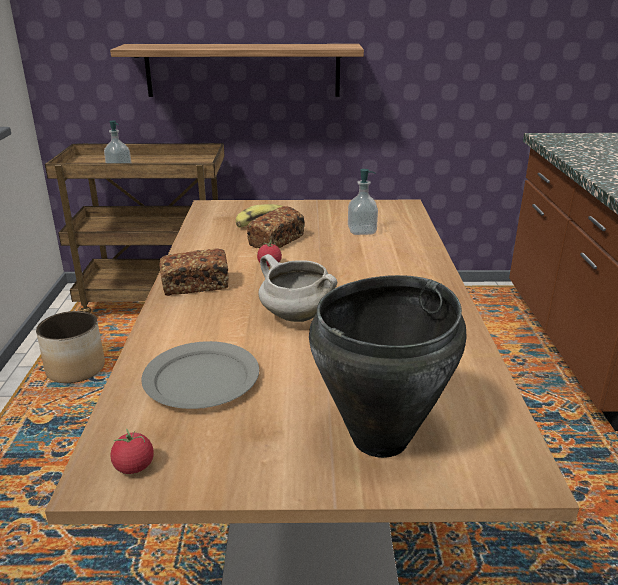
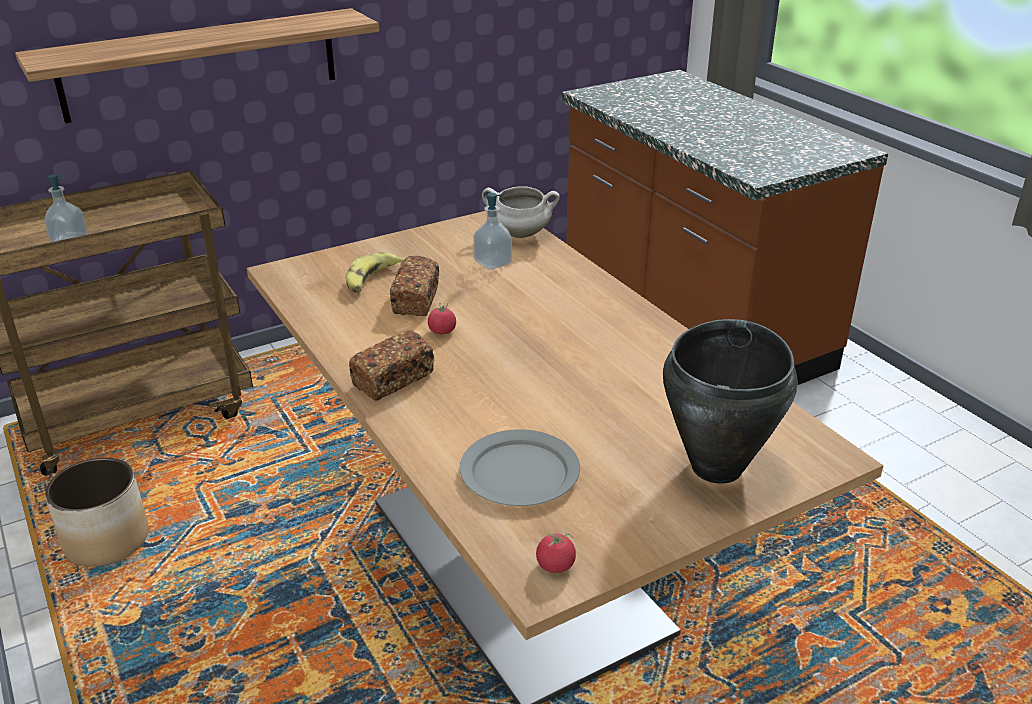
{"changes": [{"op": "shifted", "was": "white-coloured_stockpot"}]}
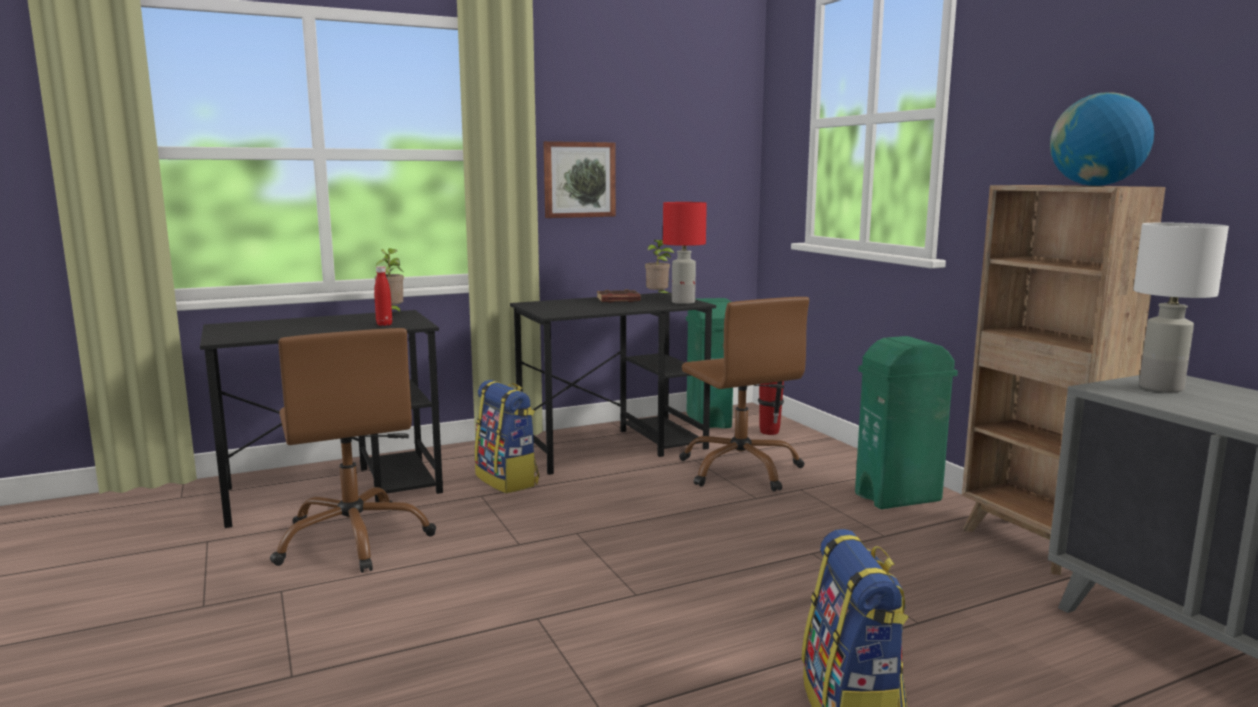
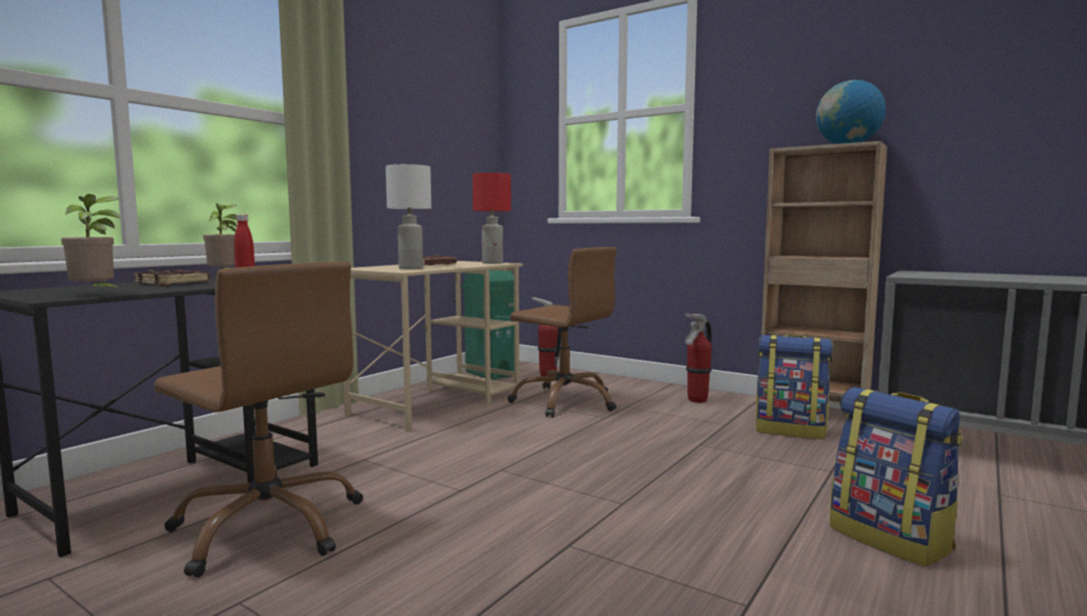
{"changes": [{"op": "gone", "was": "wall_picture"}, {"op": "shifted", "was": "white-coloured_table_lamp"}, {"op": "shifted", "was": "plant_in_a_pot (no. 2 from left in the first image)", "now": "plant_in_a_pot (no. 1 from left)"}, {"op": "repainted", "was": "black-coloured_desk (no. 2 from left)", "now": "beige-coloured_desk"}, {"op": "swapped", "was": "green-coloured_trash_can (no. 2 from left)", "now": "extinguisher (no. 2 from left)"}, {"op": "shifted", "was": "backpack (no. 1 from left)"}, {"op": "new", "now": "brownish_bound_book (no. 1 from left)"}]}
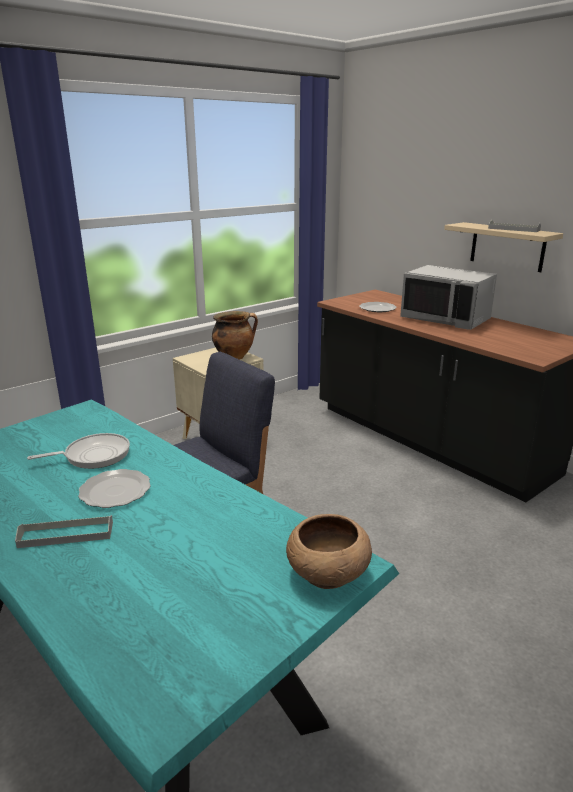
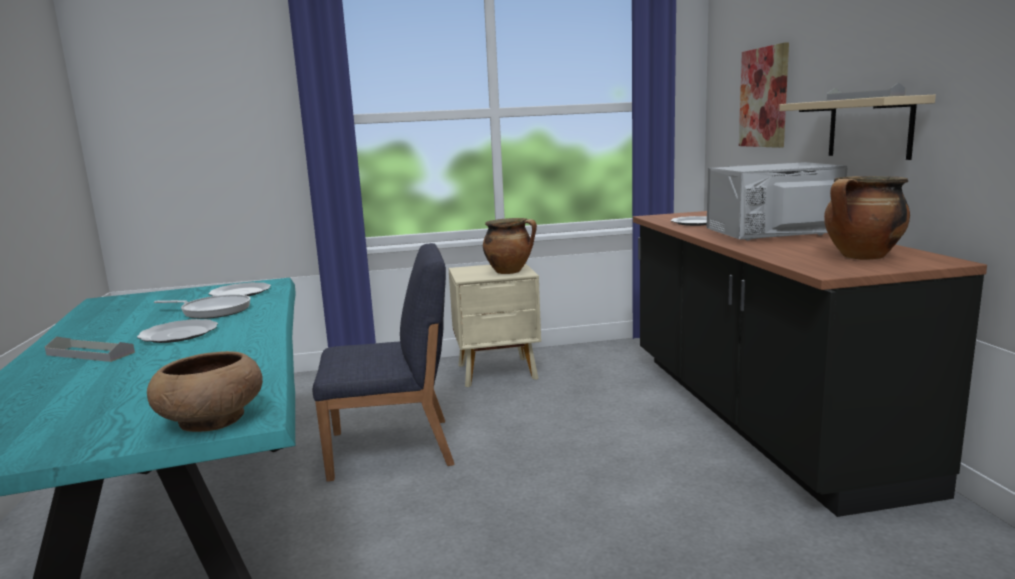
{"changes": [{"op": "rotated", "was": "gray_microwave", "clockwise": 105}, {"op": "new", "now": "wall_picture"}, {"op": "new", "now": "stockpot (no. 2 from left)"}, {"op": "new", "now": "flat_dish (no. 2 from left)"}]}
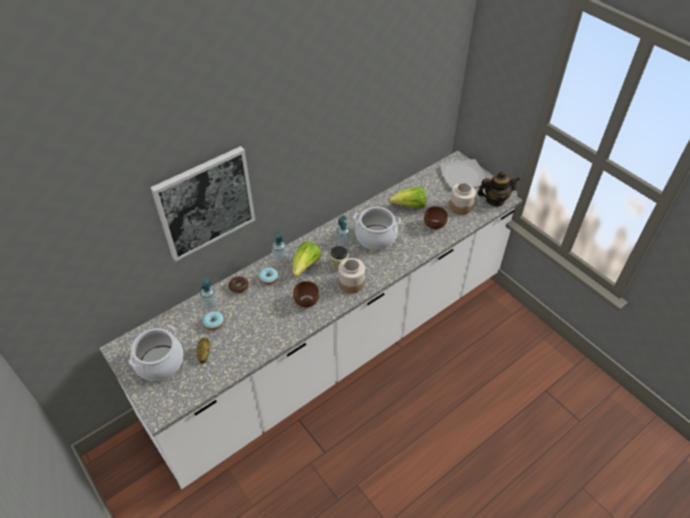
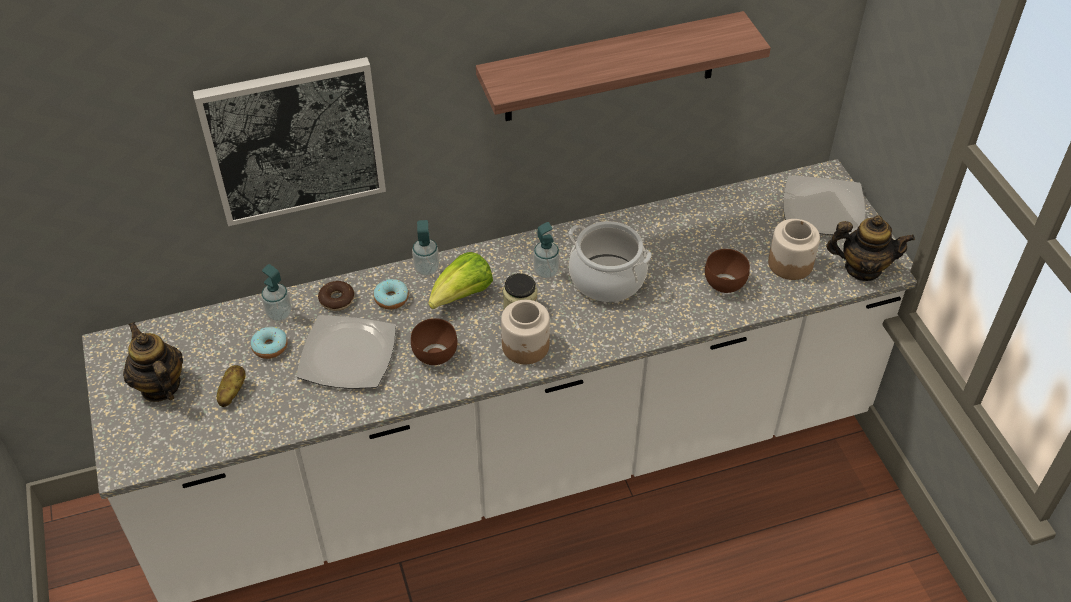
{"changes": [{"op": "gone", "was": "lettuce_head (no. 2 from left)"}, {"op": "swapped", "was": "stockpot (no. 1 from left)", "now": "tea_pot (no. 1 from left)"}, {"op": "new", "now": "shelf"}, {"op": "new", "now": "flat_dish (no. 1 from left)"}]}
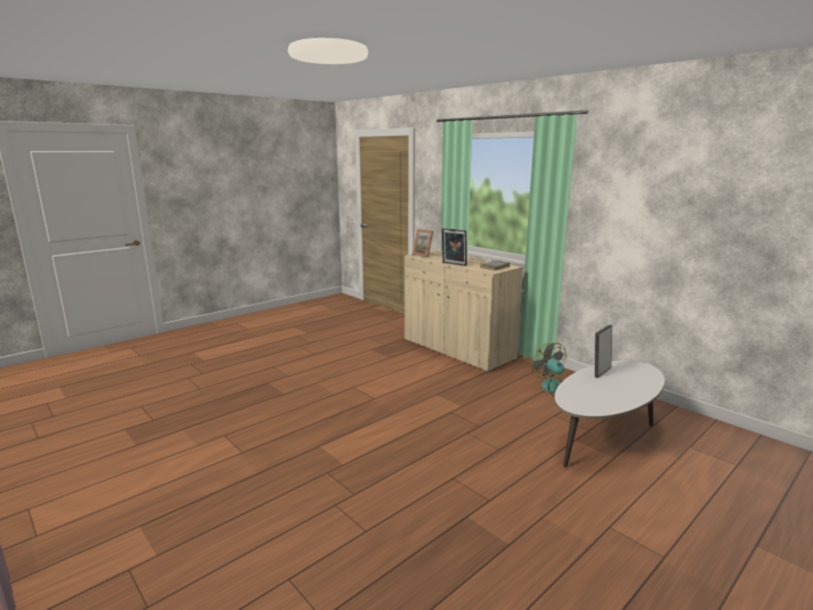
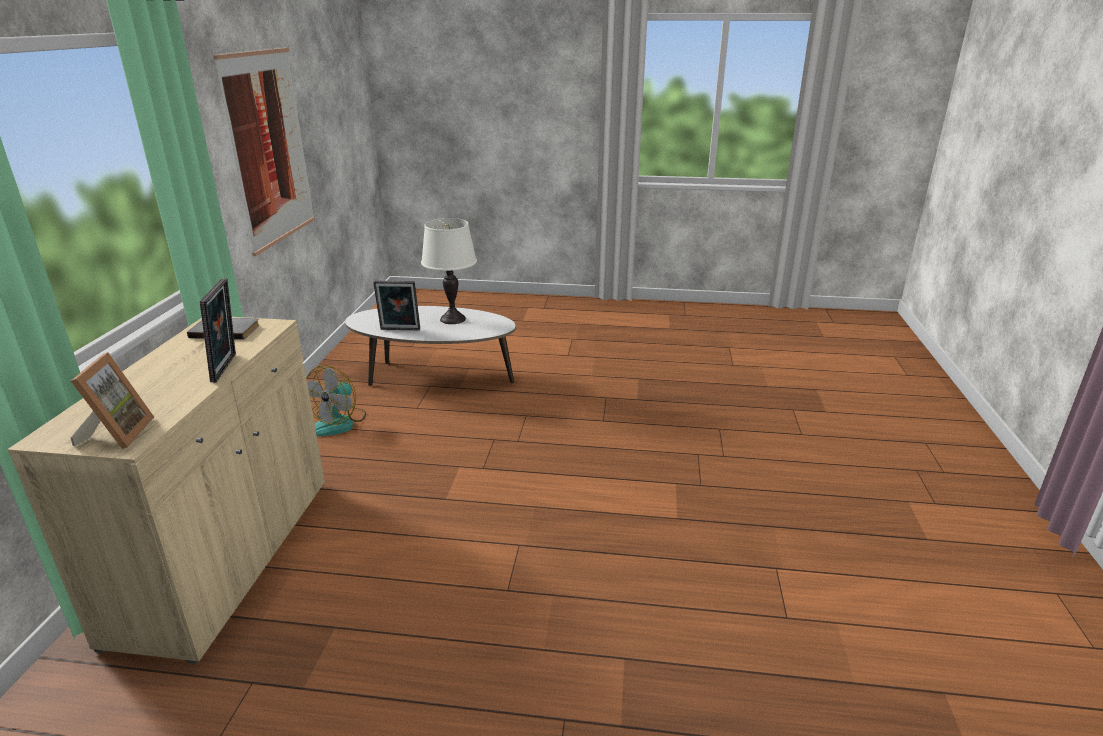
{"changes": [{"op": "new", "now": "wall_picture"}, {"op": "new", "now": "white-coloured_table_lamp"}]}
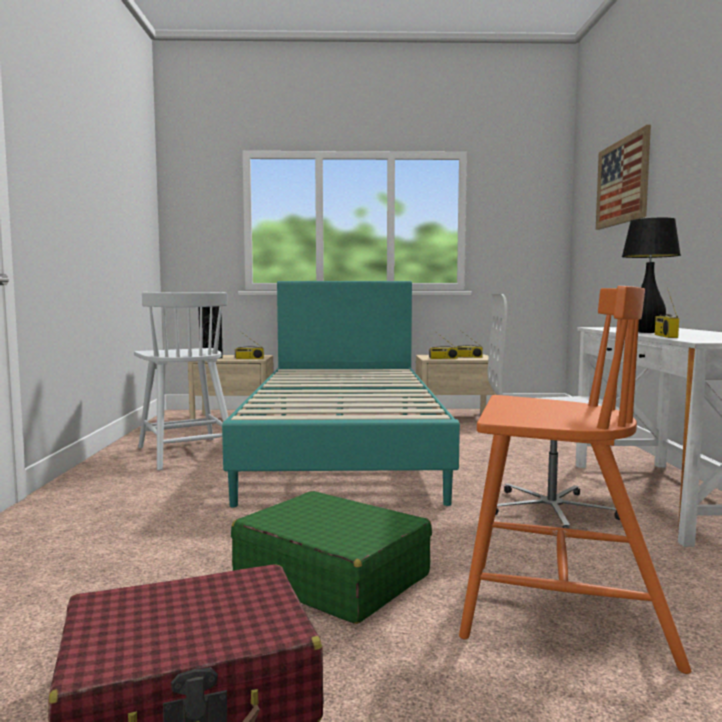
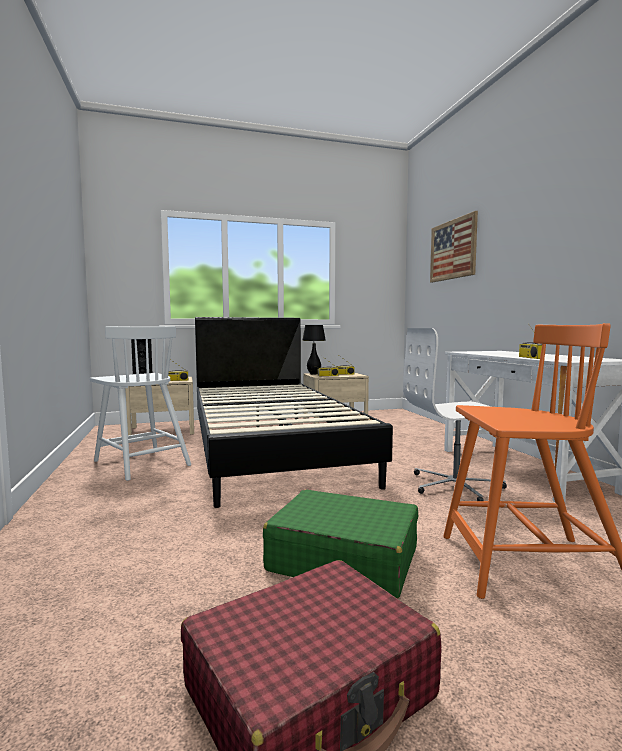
{"changes": [{"op": "shifted", "was": "black-coloured_table_lamp"}, {"op": "repainted", "was": "turquoise-coloured_bedroom_bed", "now": "black-coloured_bedroom_bed"}]}
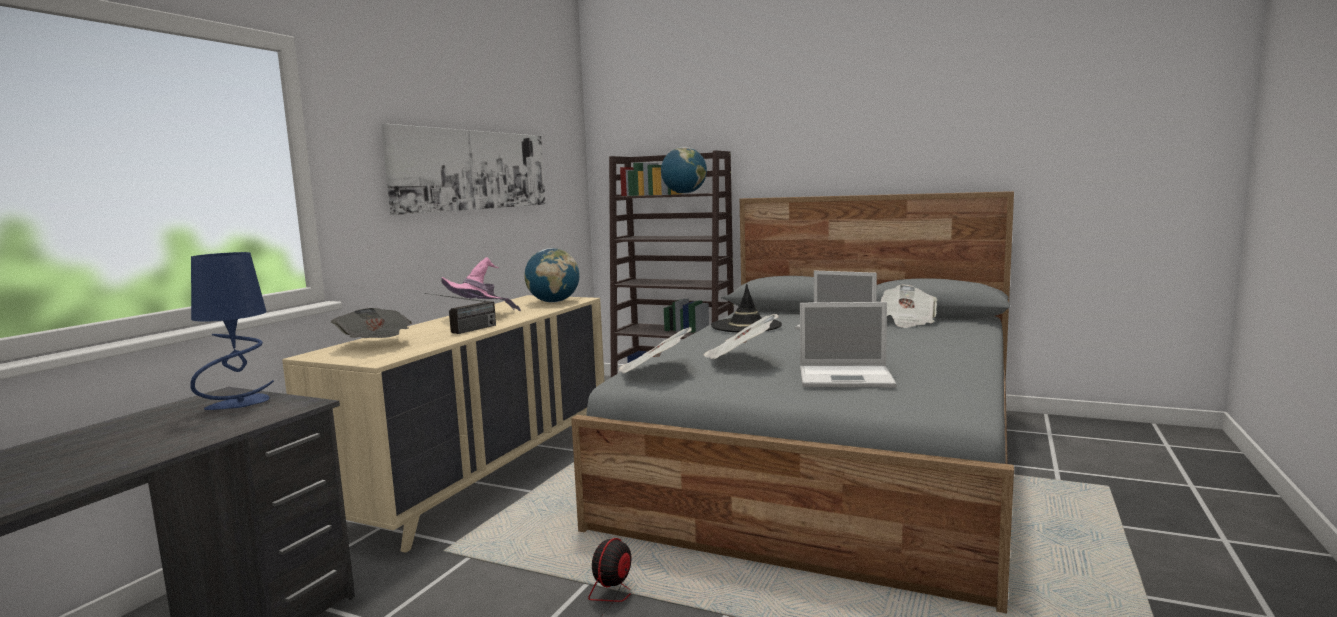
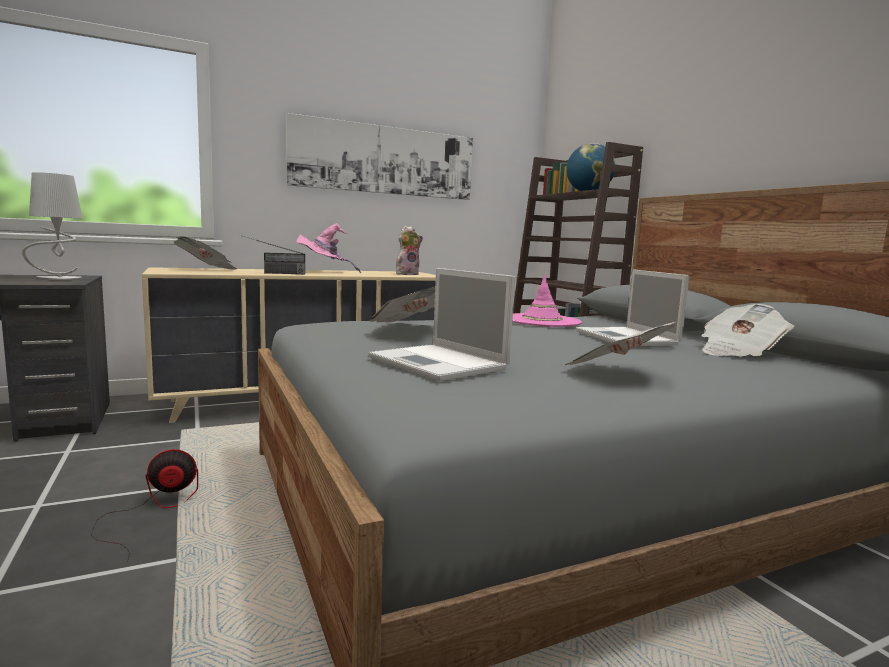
{"changes": [{"op": "swapped", "was": "globe (no. 1 from left)", "now": "soft_toy"}, {"op": "repainted", "was": "bluish_table_lamp", "now": "gray_table_lamp"}, {"op": "repainted", "was": "black-coloured_clothing_hat", "now": "pinkish_clothing_hat (no. 2 from left)"}, {"op": "shifted", "was": "daily_paper (no. 2 from left in the first image)", "now": "daily_paper (no. 3 from left)"}]}
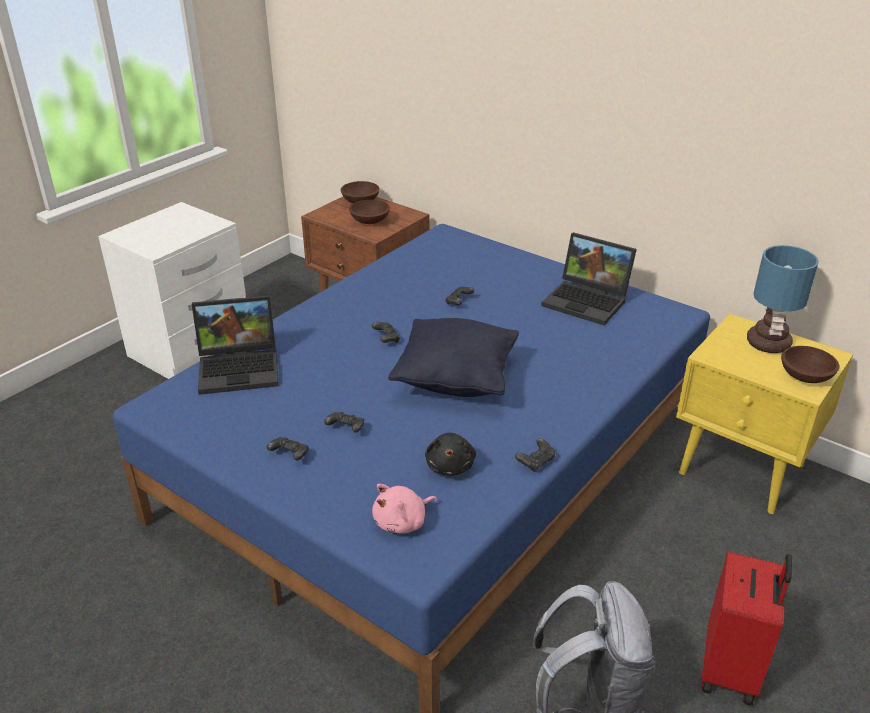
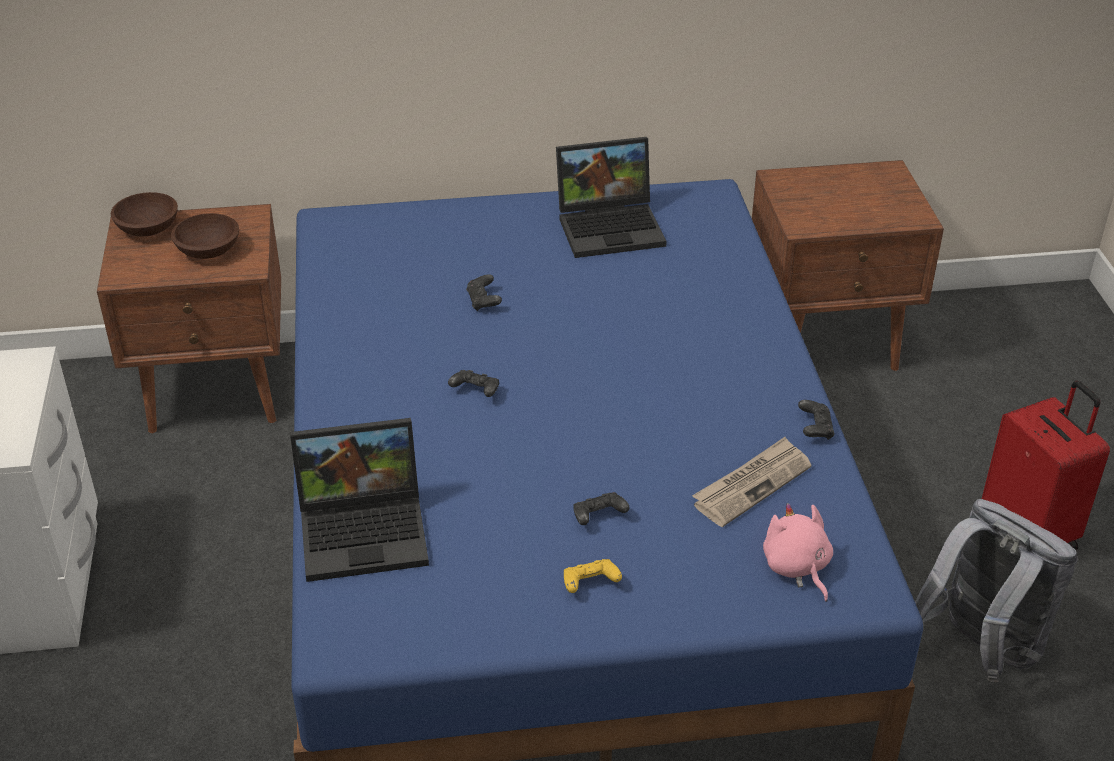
{"changes": [{"op": "gone", "was": "table_lamp"}, {"op": "rotated", "was": "laptop (no. 1 from left)", "clockwise": 45}, {"op": "repainted", "was": "yellow-coloured_night_table", "now": "brownish_night_table (no. 2 from left)"}, {"op": "gone", "was": "black-coloured_cushion"}, {"op": "gone", "was": "brownish_serving_bowl (no. 3 from left)"}, {"op": "swapped", "was": "black-coloured_soft_toy", "now": "daily_paper"}, {"op": "repainted", "was": "black-coloured_gamepad (no. 1 from left)", "now": "yellow-coloured_gamepad"}, {"op": "rotated", "was": "pinkish_soft_toy", "clockwise": 150}]}
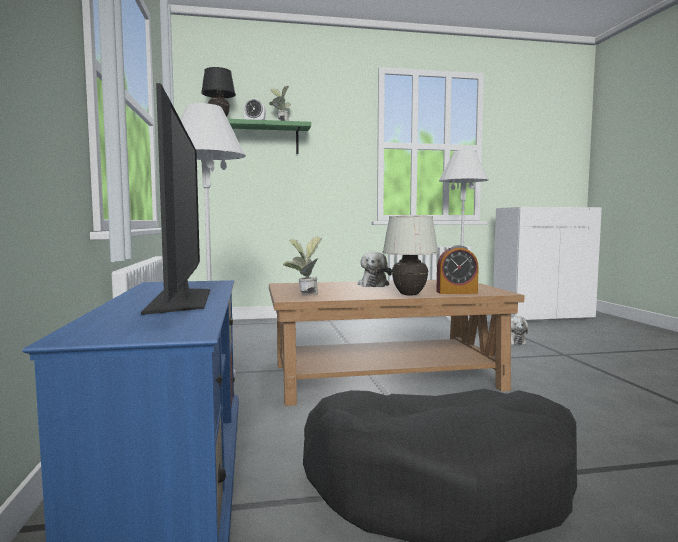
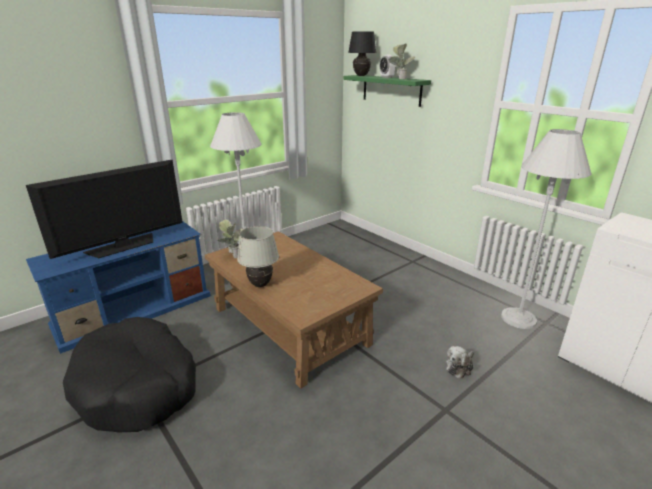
{"changes": [{"op": "gone", "was": "alarm_clock (no. 2 from left)"}, {"op": "gone", "was": "soft_toy (no. 1 from left)"}]}
